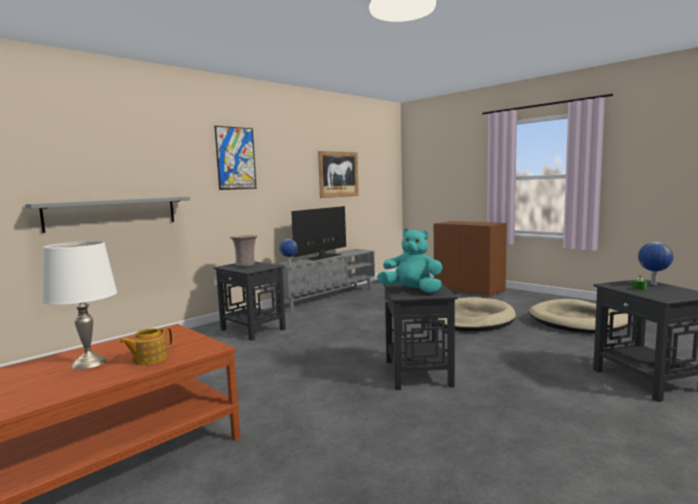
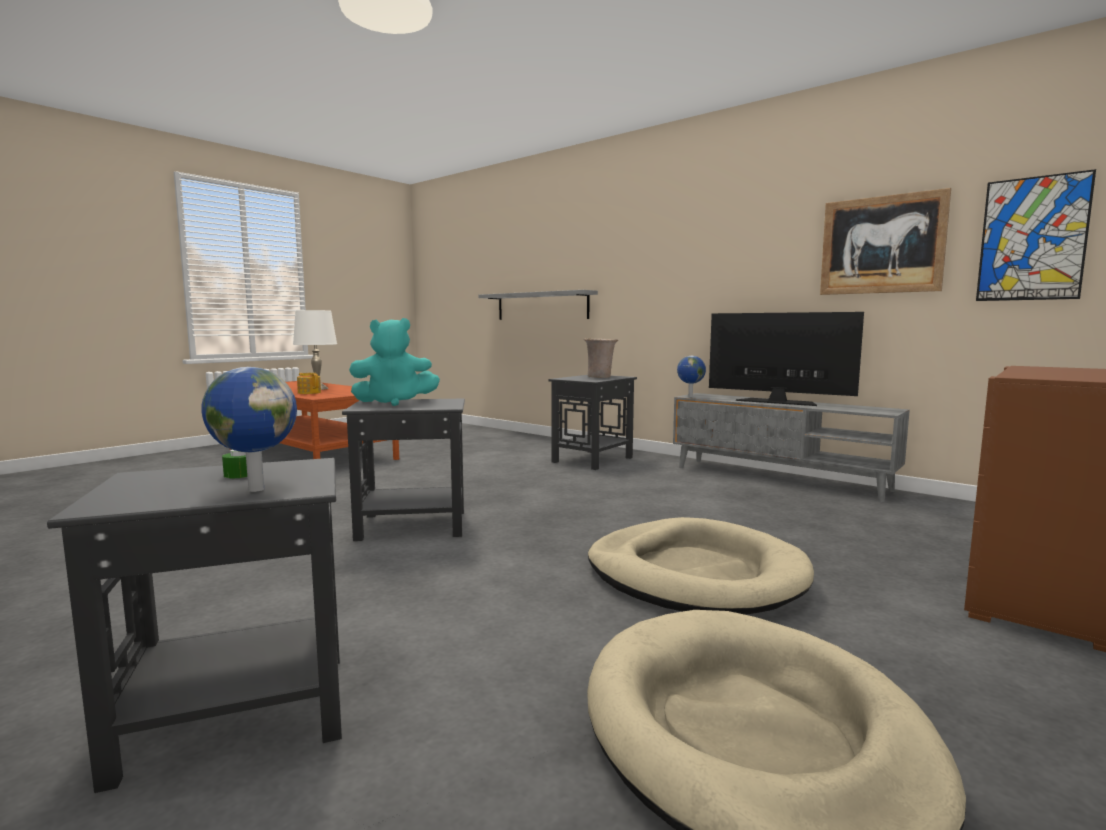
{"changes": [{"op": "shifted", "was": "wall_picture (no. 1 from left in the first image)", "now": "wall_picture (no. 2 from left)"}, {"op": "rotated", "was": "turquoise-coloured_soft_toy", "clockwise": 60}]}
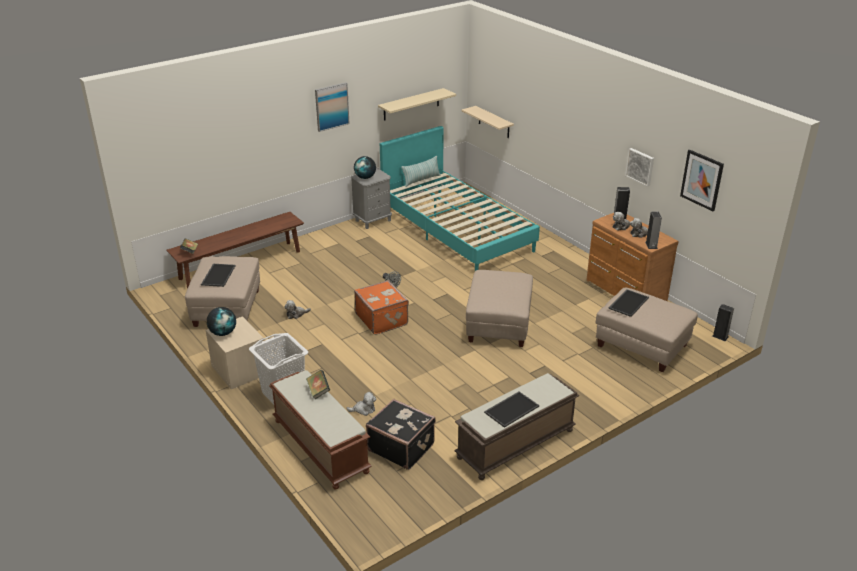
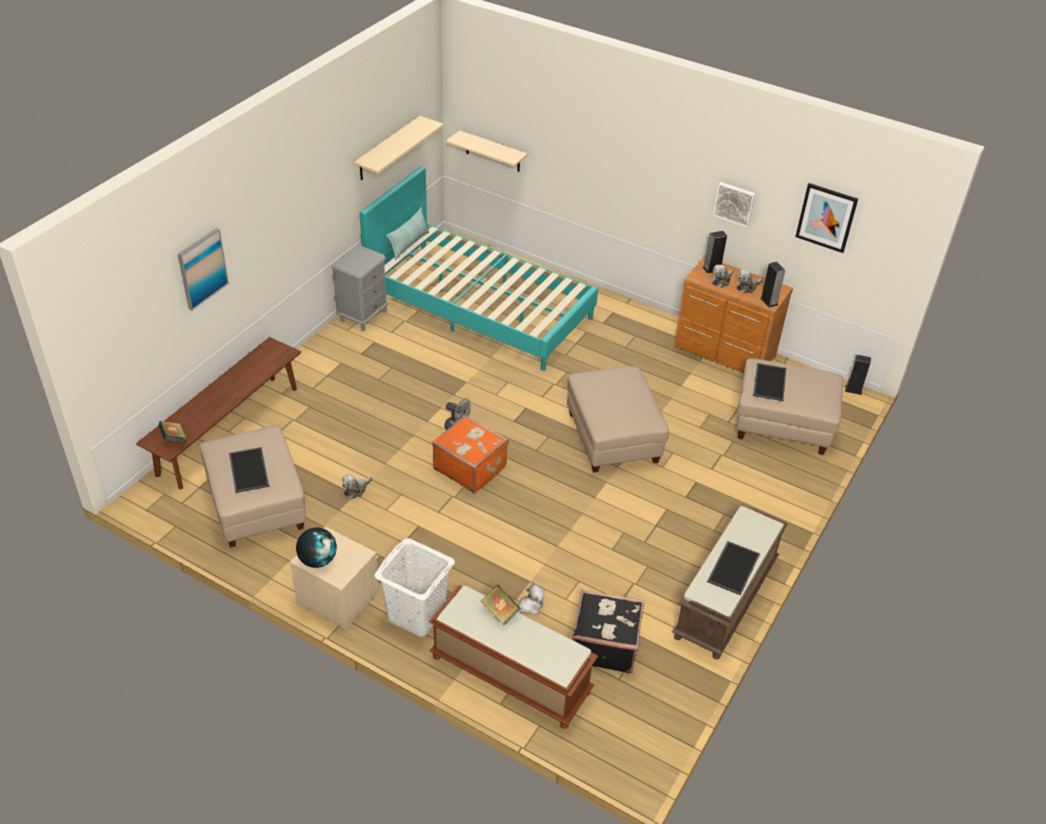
{"changes": [{"op": "shifted", "was": "wall_picture (no. 1 from left)"}, {"op": "gone", "was": "globe (no. 2 from left)"}]}
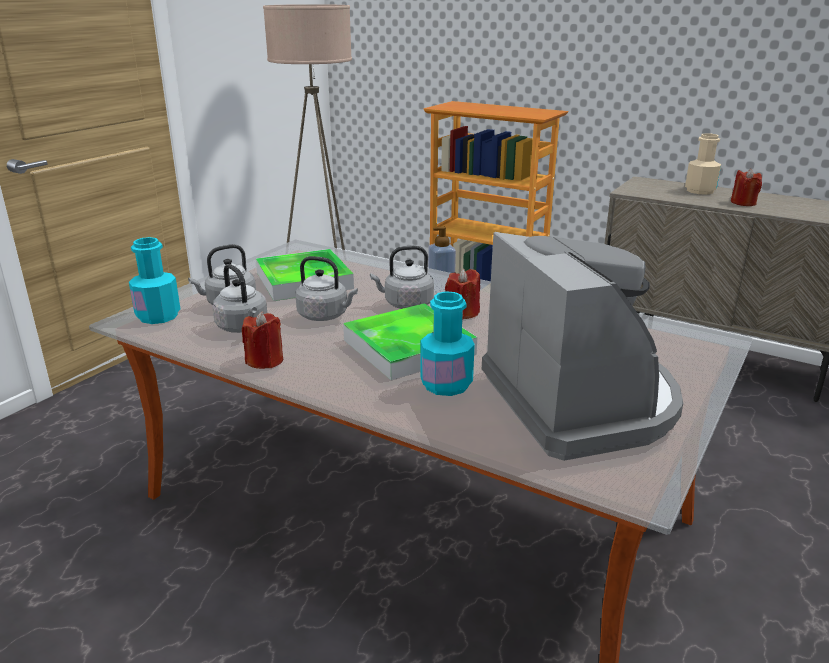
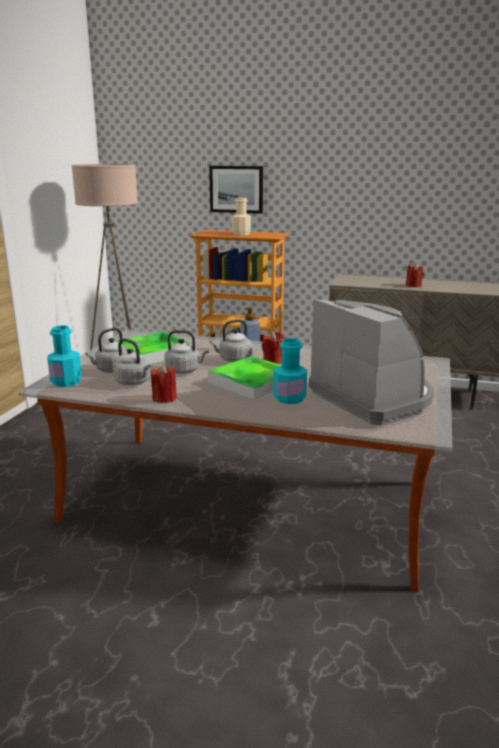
{"changes": [{"op": "shifted", "was": "beige-coloured_drink_bottle"}, {"op": "new", "now": "wall_picture"}]}
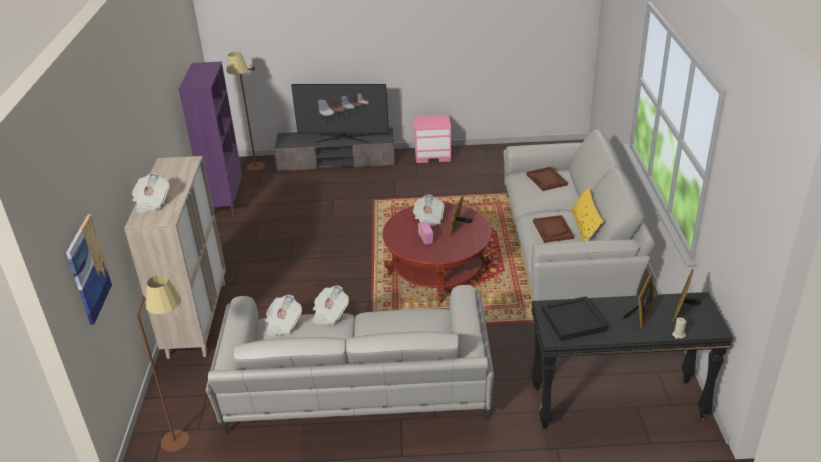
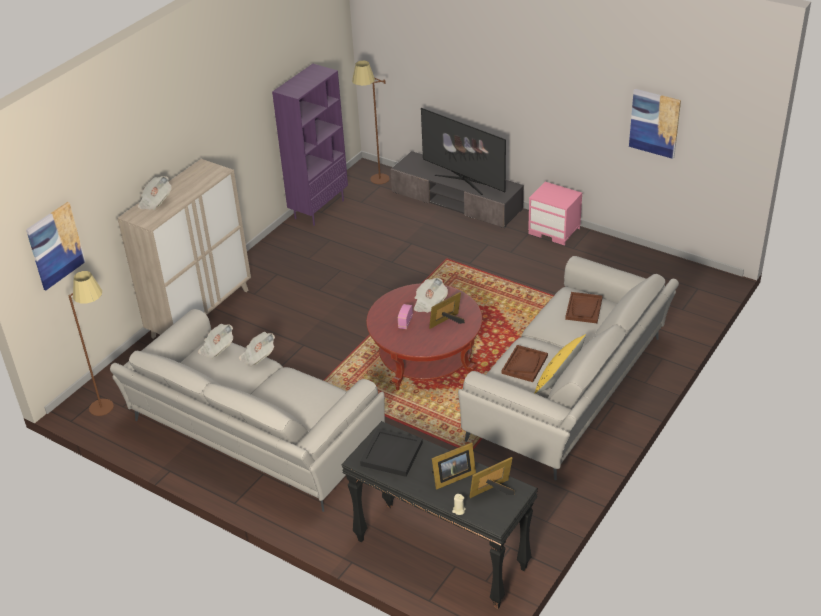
{"changes": [{"op": "new", "now": "wall_picture (no. 2 from left)"}]}
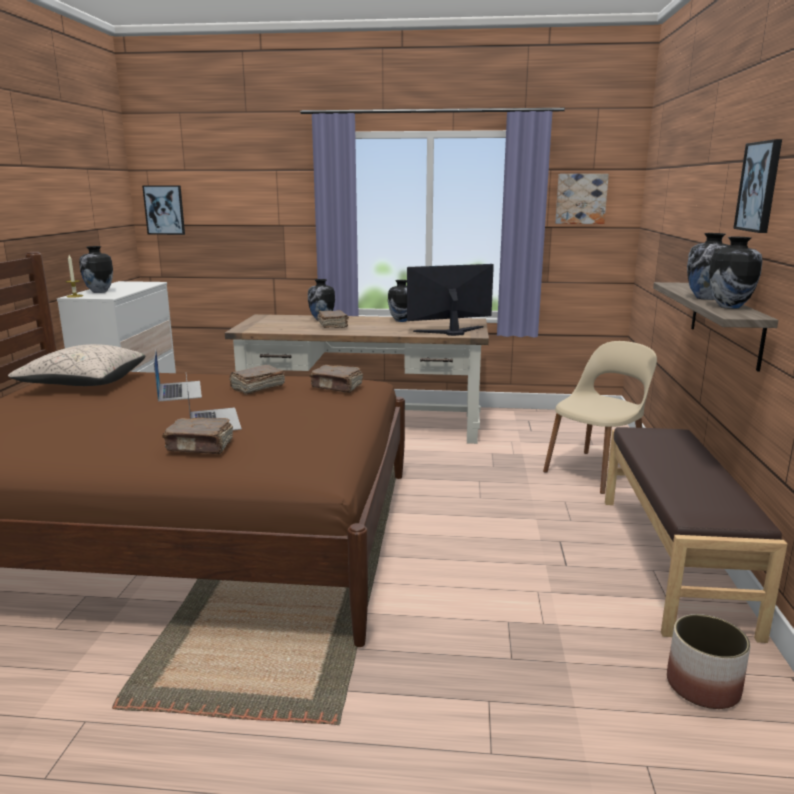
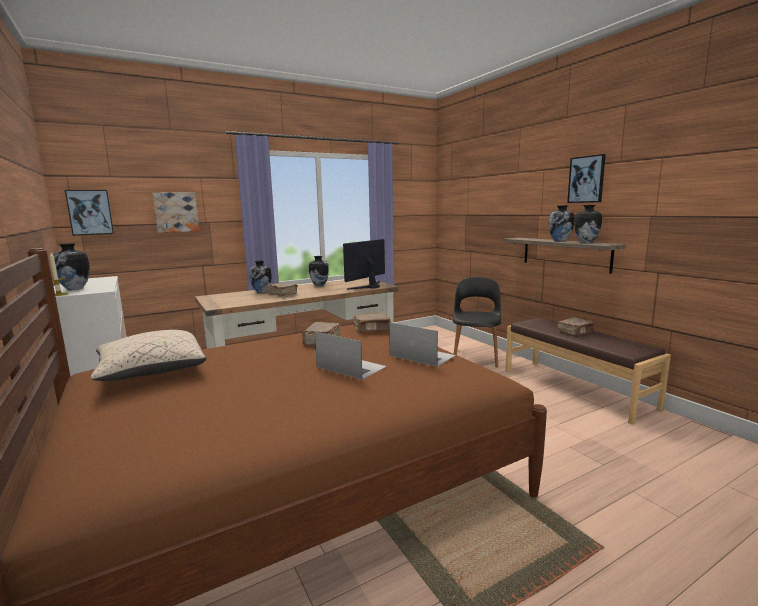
{"changes": [{"op": "shifted", "was": "wall_picture (no. 2 from left)"}, {"op": "repainted", "was": "beige-coloured_upright_chair", "now": "black-coloured_upright_chair"}, {"op": "shifted", "was": "laptop (no. 1 from left in the first image)", "now": "laptop (no. 2 from left)"}, {"op": "shifted", "was": "brownish_bound_book (no. 1 from left in the first image)", "now": "brownish_bound_book (no. 4 from left)"}, {"op": "gone", "was": "planter"}]}
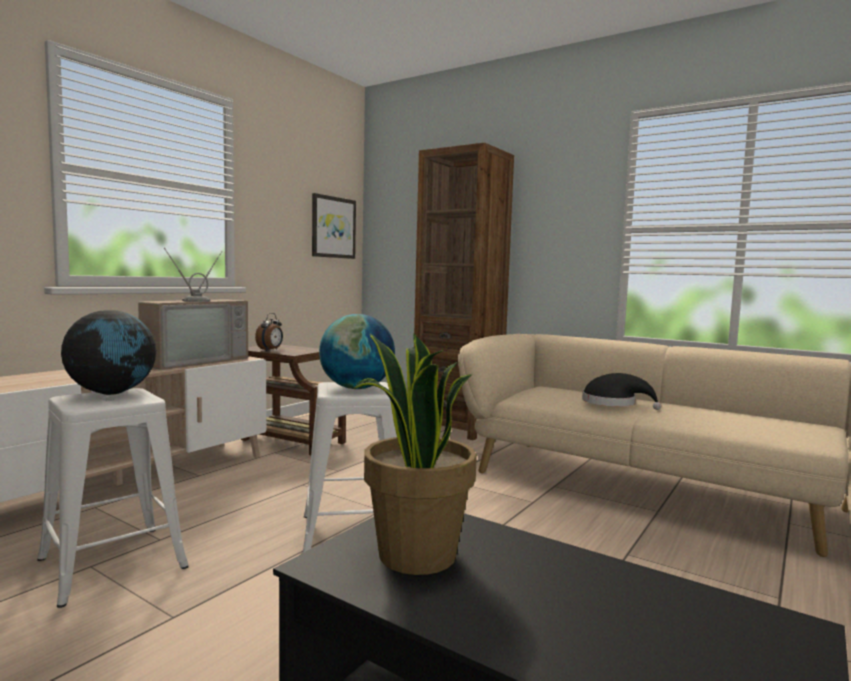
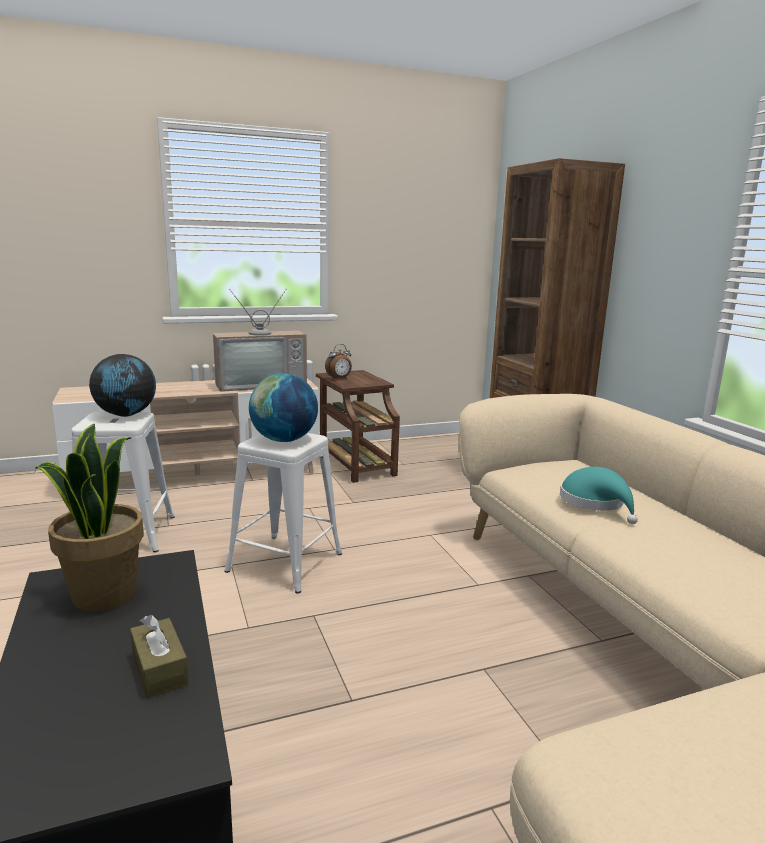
{"changes": [{"op": "gone", "was": "wall_picture"}, {"op": "repainted", "was": "black-coloured_clothing_hat", "now": "turquoise-coloured_clothing_hat"}, {"op": "new", "now": "brownish_box_of_tissues"}]}
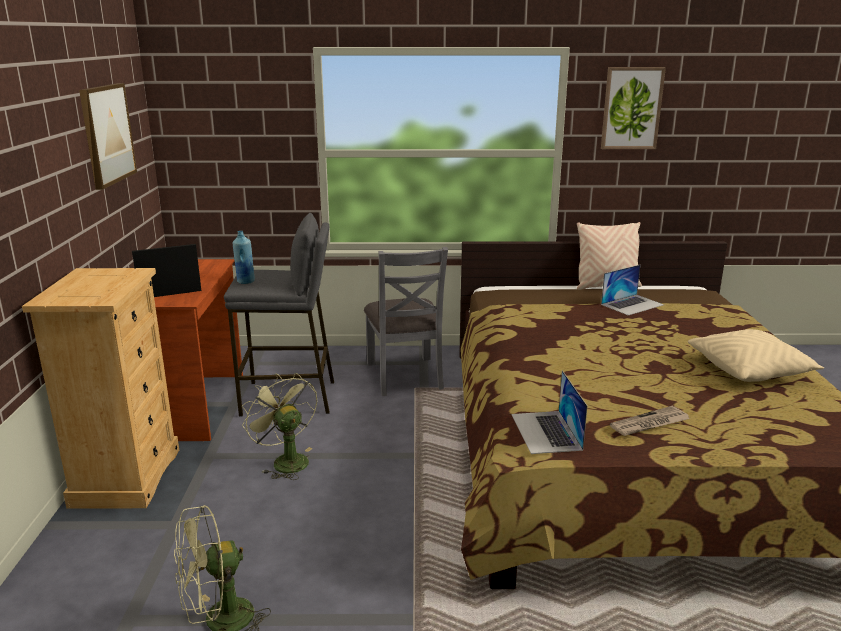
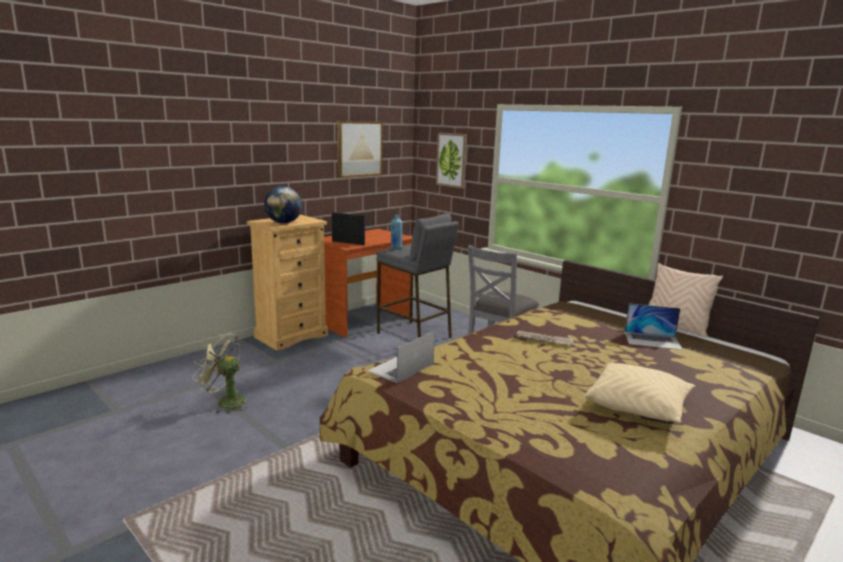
{"changes": [{"op": "shifted", "was": "wall_picture (no. 2 from left)"}, {"op": "gone", "was": "green-coloured_cooling_fan (no. 2 from left)"}, {"op": "shifted", "was": "daily_paper"}, {"op": "new", "now": "globe"}]}
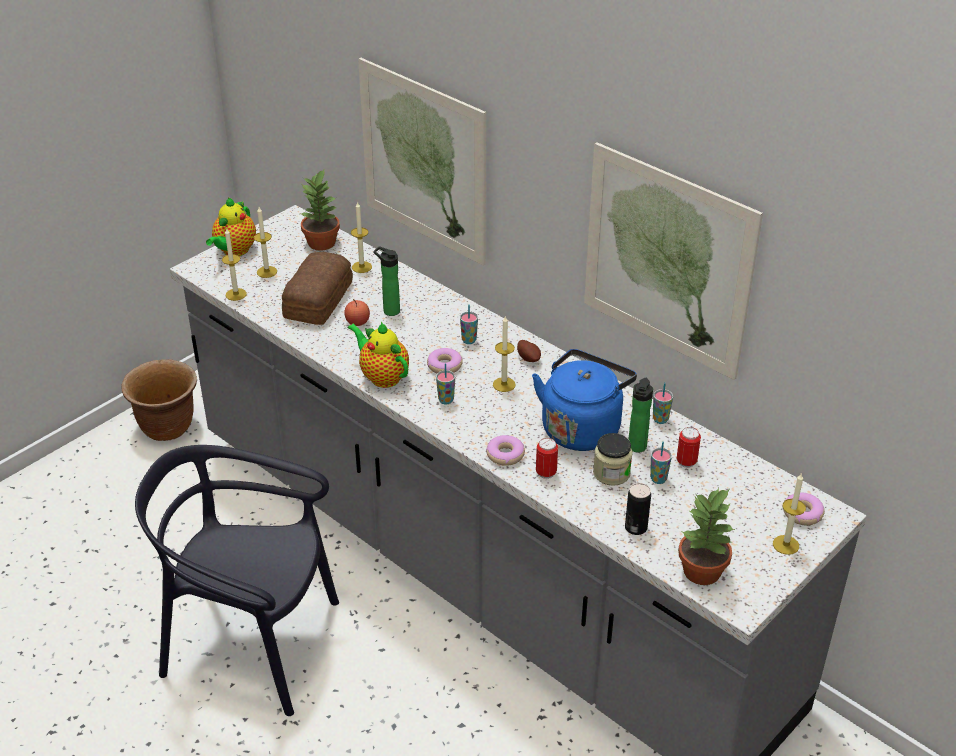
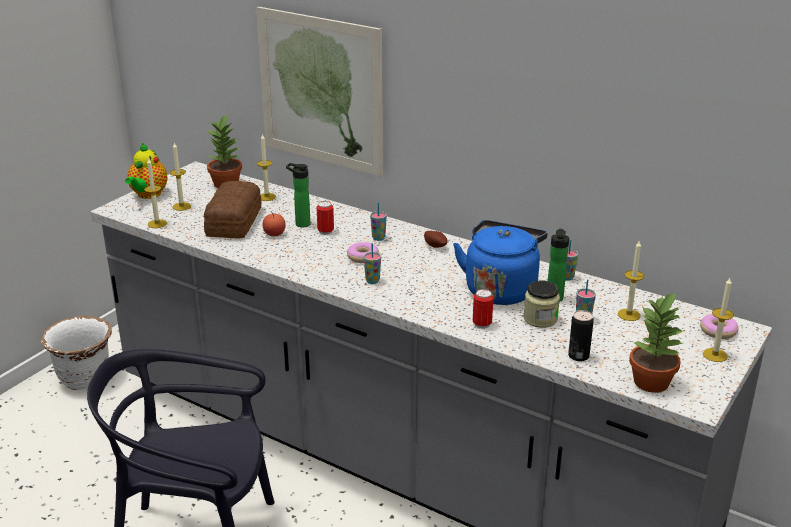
{"changes": [{"op": "gone", "was": "wall_picture (no. 2 from left)"}, {"op": "shifted", "was": "wax_candle (no. 4 from left)"}, {"op": "gone", "was": "tea_pot (no. 2 from left)"}, {"op": "repainted", "was": "brownish_planter", "now": "white-coloured_planter"}, {"op": "shifted", "was": "metal_can (no. 3 from left in the first image)", "now": "metal_can (no. 1 from left)"}, {"op": "gone", "was": "ring_doughnut (no. 2 from left)"}]}
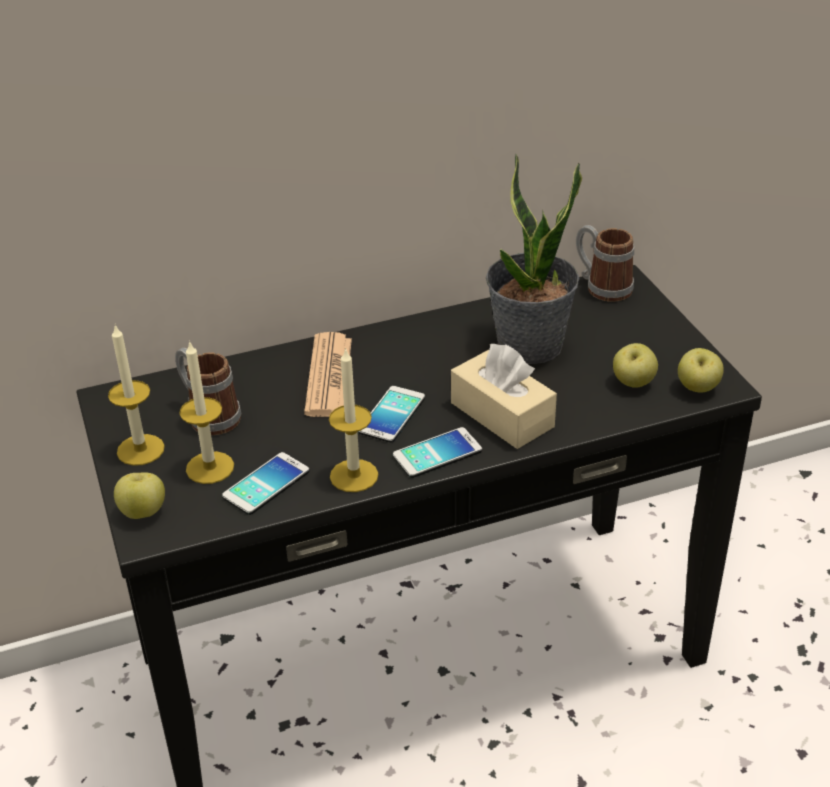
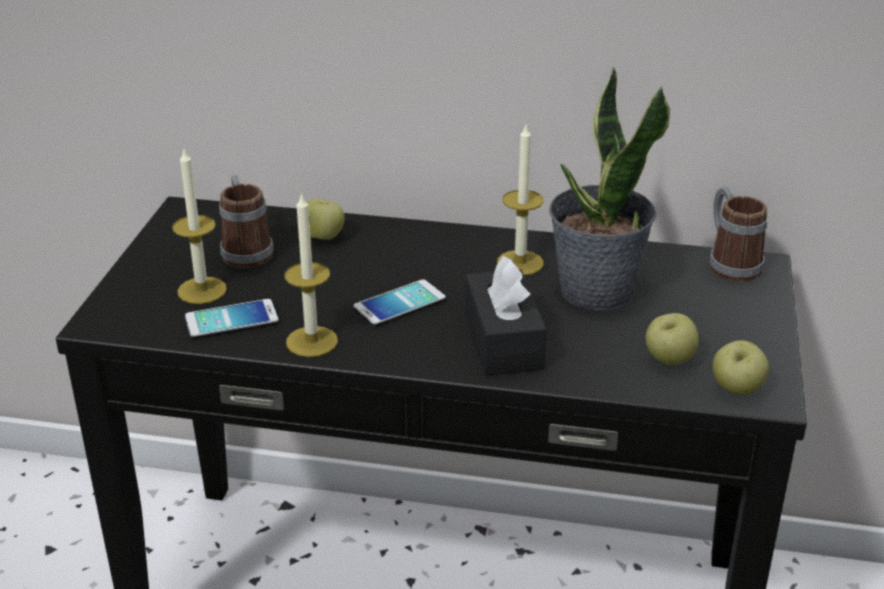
{"changes": [{"op": "shifted", "was": "wax_candle (no. 1 from left in the first image)", "now": "wax_candle (no. 3 from left)"}, {"op": "gone", "was": "daily_paper"}, {"op": "repainted", "was": "beige-coloured_box_of_tissues", "now": "black-coloured_box_of_tissues"}, {"op": "gone", "was": "handset (no. 3 from left)"}, {"op": "shifted", "was": "whole_apple (no. 1 from left)"}]}
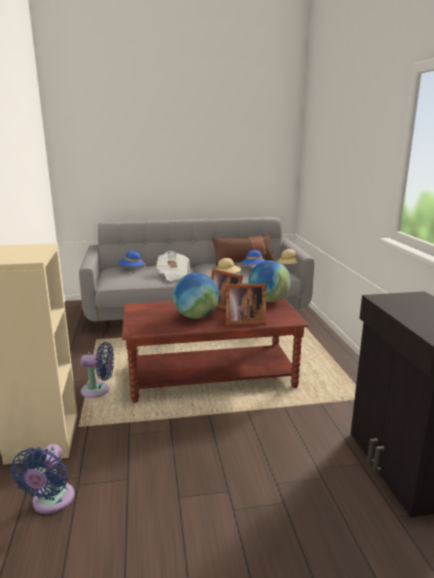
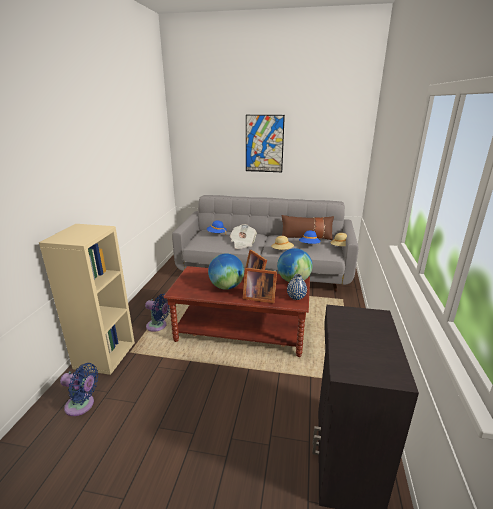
{"changes": [{"op": "rotated", "was": "bluish_cooling_fan (no. 1 from left)", "clockwise": -105}, {"op": "new", "now": "wall_picture"}, {"op": "new", "now": "bluish_flower_vase"}]}
